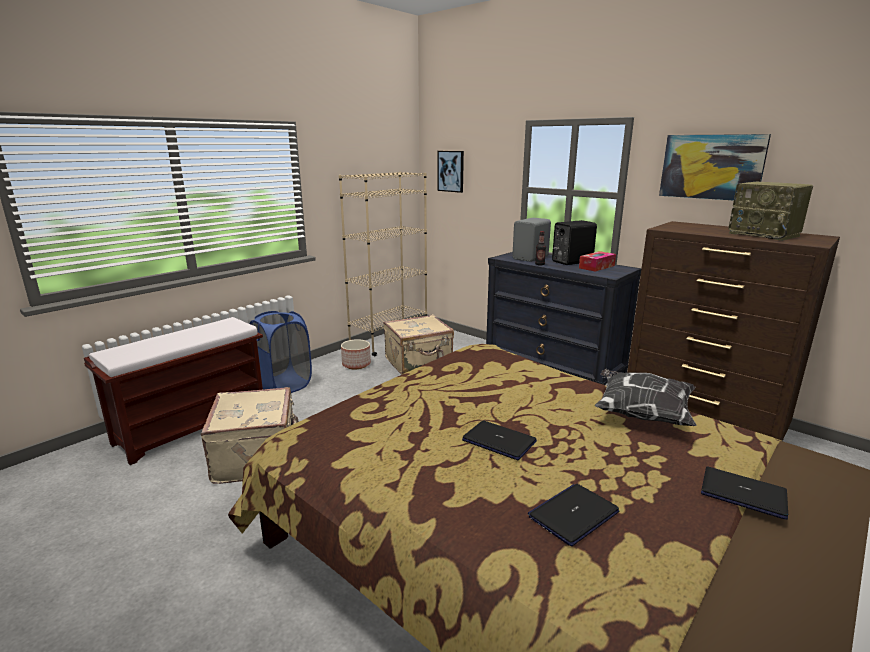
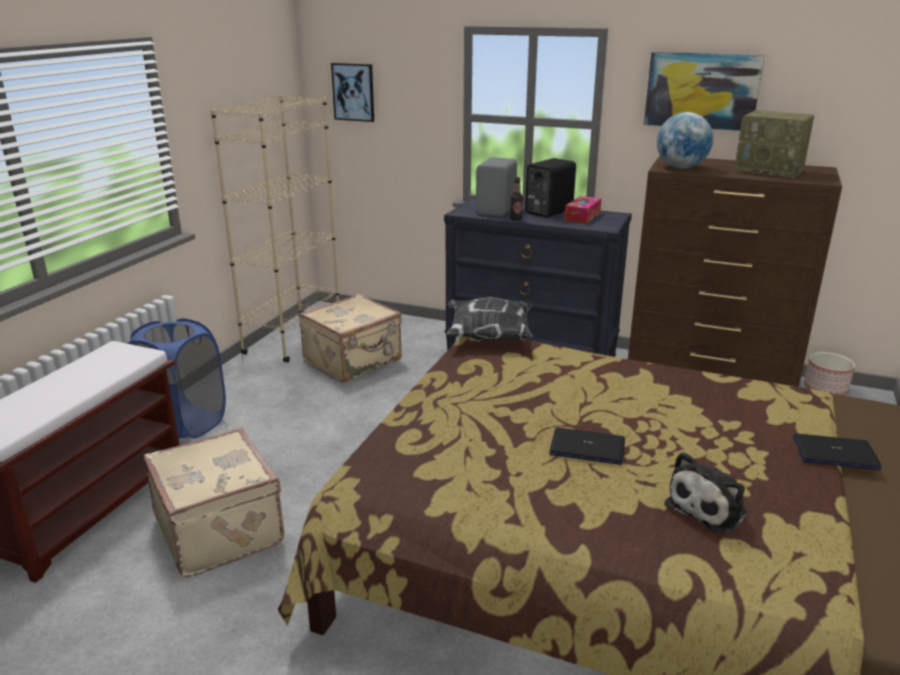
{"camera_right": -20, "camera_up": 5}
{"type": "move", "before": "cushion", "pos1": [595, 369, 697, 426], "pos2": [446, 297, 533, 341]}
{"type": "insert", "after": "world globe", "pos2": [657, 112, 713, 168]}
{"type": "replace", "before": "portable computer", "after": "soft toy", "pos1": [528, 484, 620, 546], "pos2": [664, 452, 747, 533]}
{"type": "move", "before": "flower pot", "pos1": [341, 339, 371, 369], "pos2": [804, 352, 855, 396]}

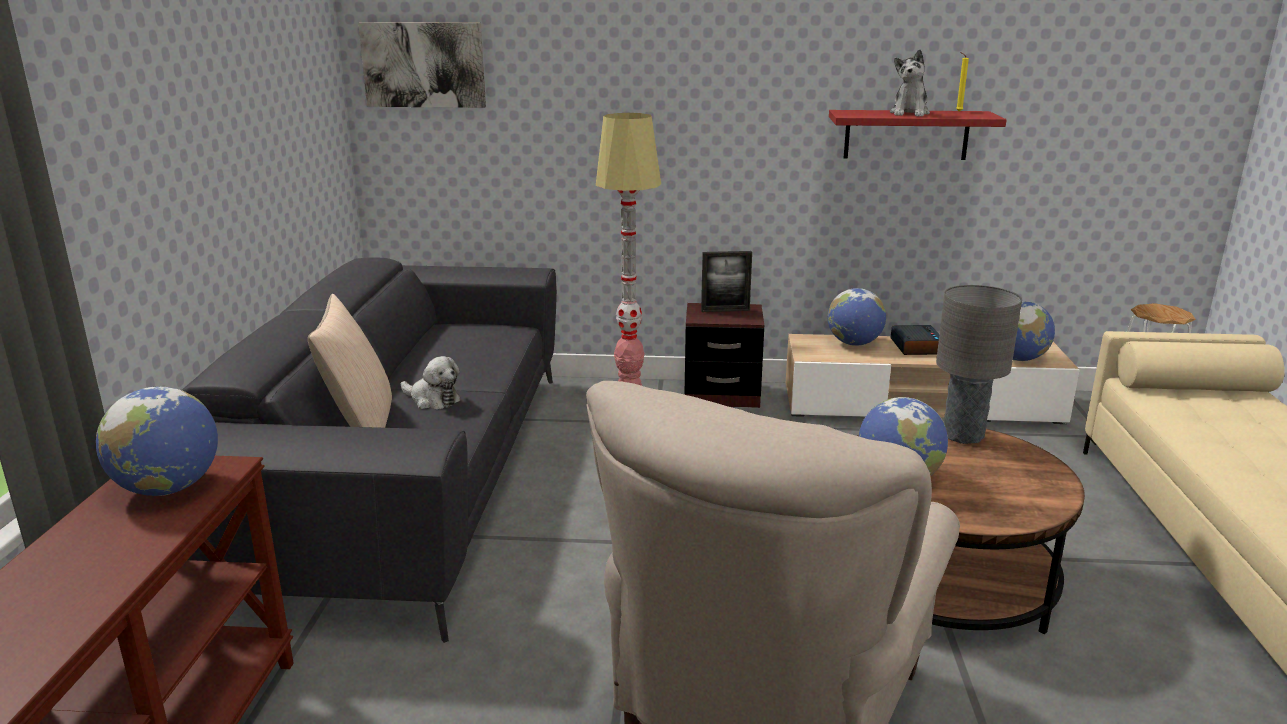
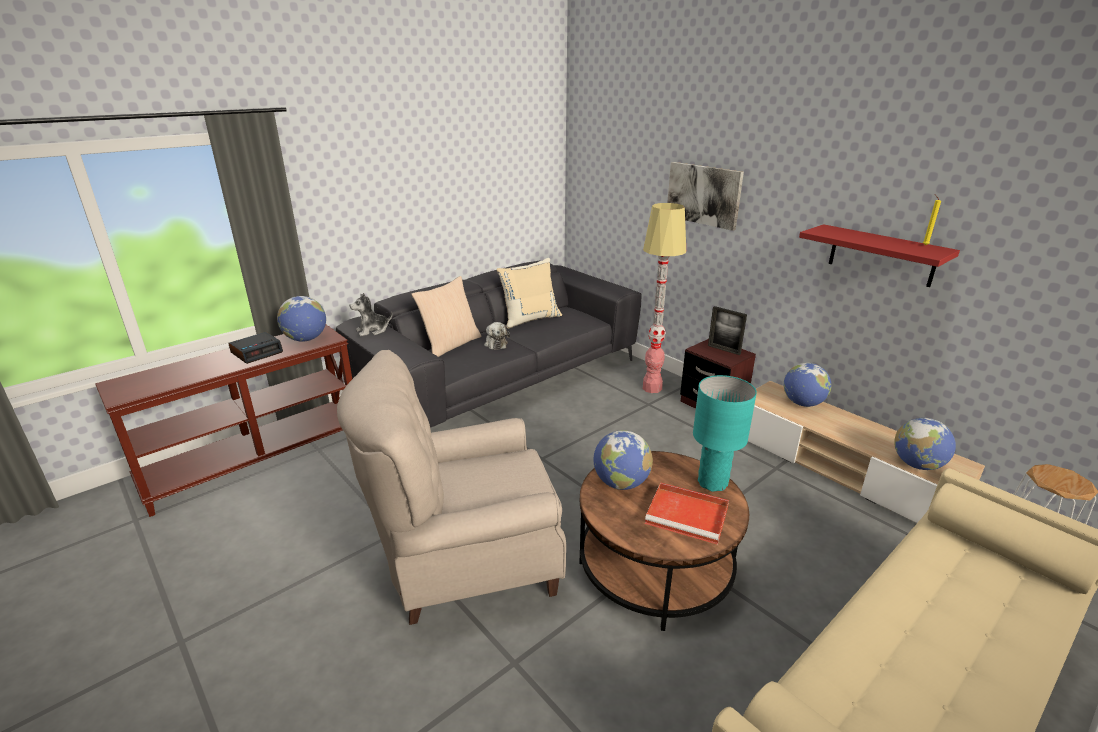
{"camera_right": 45, "camera_up": 5}
{"type": "move", "before": "alarm clock", "pos1": [891, 325, 939, 355], "pos2": [228, 332, 283, 364]}
{"type": "move", "before": "soft toy", "pos1": [890, 49, 930, 116], "pos2": [349, 293, 392, 336]}
{"type": "insert", "after": "beige cushion", "pos2": [497, 258, 562, 329]}
{"type": "insert", "after": "red-coloured tray", "pos2": [645, 482, 729, 545]}
{"type": "move", "before": "wall picture", "pos1": [358, 22, 486, 108], "pos2": [667, 162, 744, 231]}
{"type": "recolor", "before": "greyish tabletop lamp", "after": "turquoise-coloured tabletop lamp", "pos1": [936, 285, 1022, 444], "pos2": [693, 375, 757, 492]}

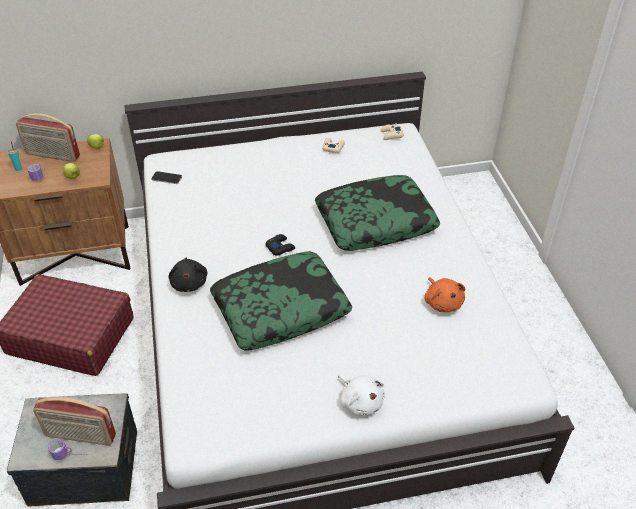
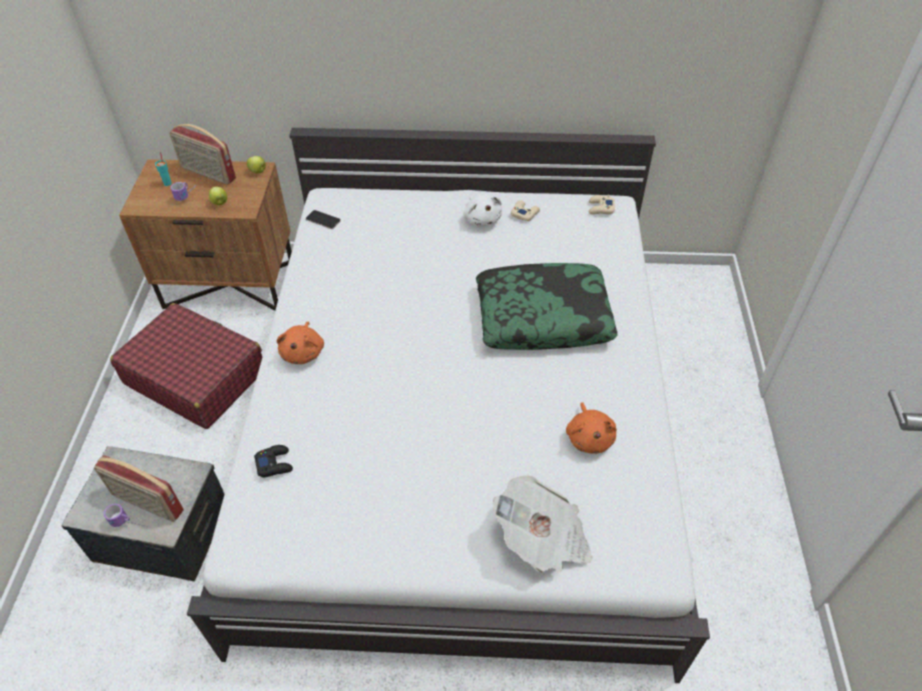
{"camera_right": 15, "camera_up": 5}
{"type": "move", "before": "black-coloured gamepad", "pos1": [265, 234, 295, 256], "pos2": [254, 445, 293, 477]}
{"type": "recolor", "before": "black-coloured soft toy", "after": "orange-coloured soft toy", "pos1": [169, 258, 208, 292], "pos2": [277, 322, 324, 364]}
{"type": "move", "before": "white soft toy", "pos1": [338, 375, 385, 416], "pos2": [463, 193, 502, 226]}
{"type": "insert", "after": "newspaper", "pos2": [493, 476, 593, 572]}
{"type": "delete", "before": "cushion", "pos1": [210, 251, 352, 351]}

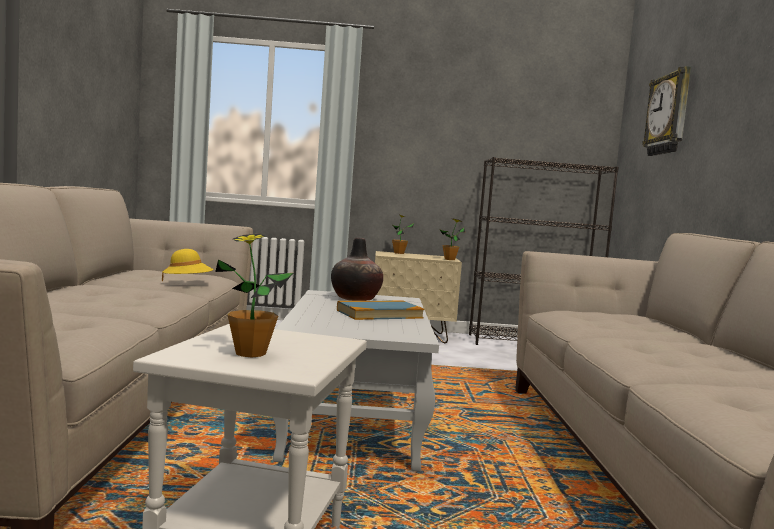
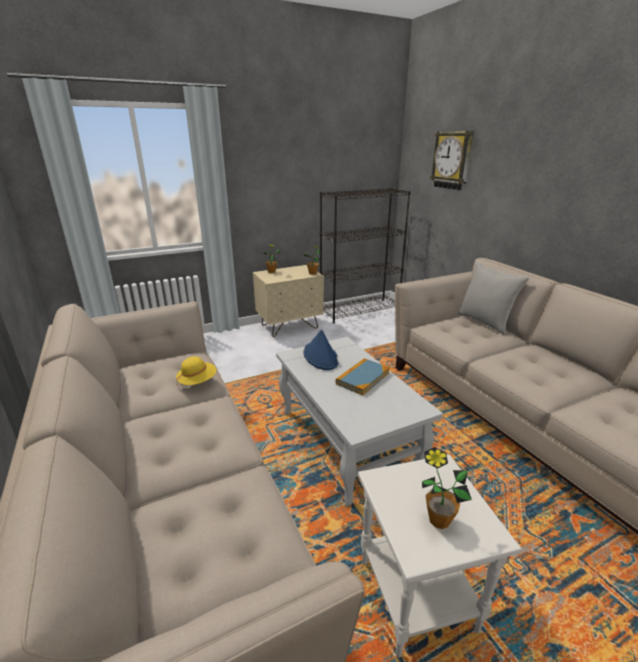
{"camera_right": -25, "camera_up": 20}
{"type": "replace", "before": "decorative vase", "after": "blue-coloured clothing hat", "pos1": [331, 238, 383, 301], "pos2": [304, 330, 339, 370]}
{"type": "insert", "after": "greyish cushion", "pos2": [458, 262, 529, 335]}

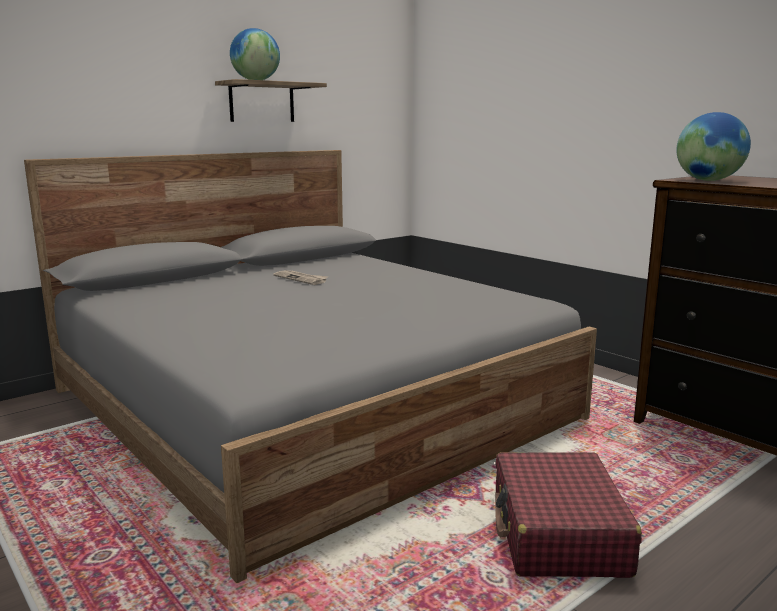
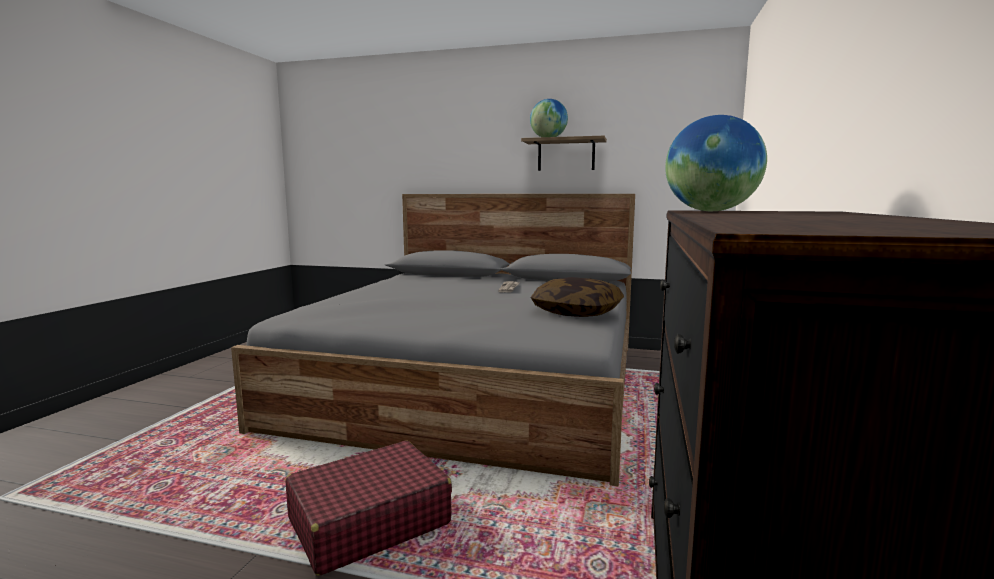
{"camera_right": 55, "camera_up": -5}
{"type": "insert", "after": "cushion", "pos2": [531, 277, 624, 317]}

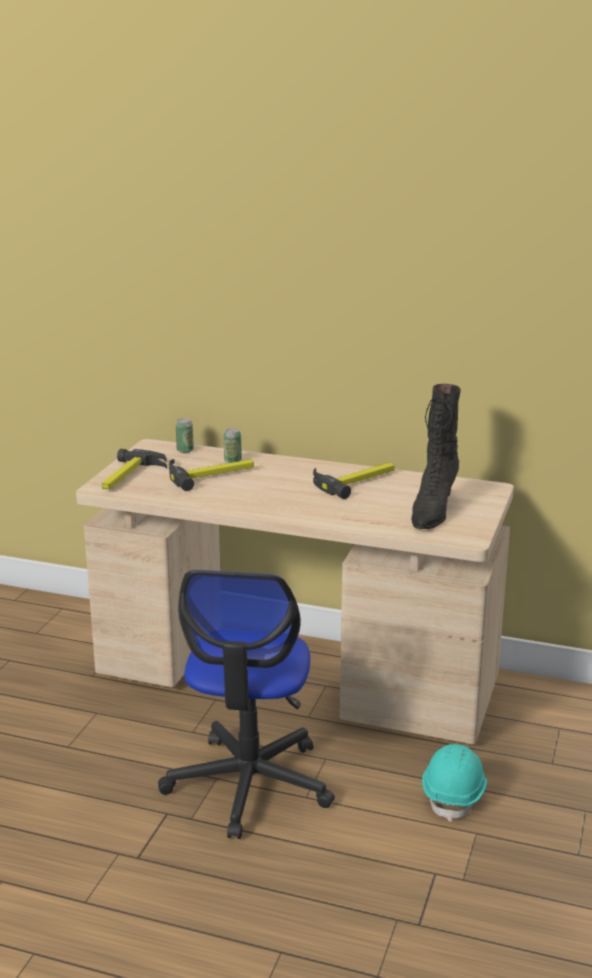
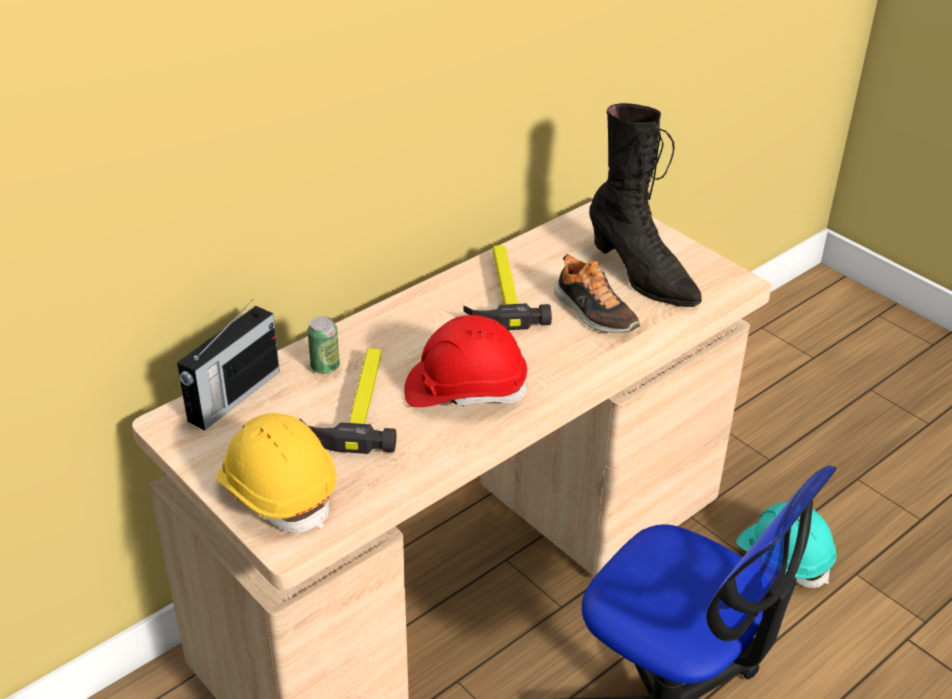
{"camera_right": -60, "camera_up": 15}
{"type": "replace", "before": "sealed can", "after": "radio receiver", "pos1": [176, 418, 194, 453], "pos2": [177, 299, 280, 430]}
{"type": "replace", "before": "hammer", "after": "yellowish work helmet", "pos1": [102, 449, 167, 490], "pos2": [216, 413, 337, 532]}
{"type": "insert", "after": "red-coloured work helmet", "pos2": [404, 315, 528, 407]}
{"type": "insert", "after": "shoe", "pos2": [554, 254, 640, 333]}

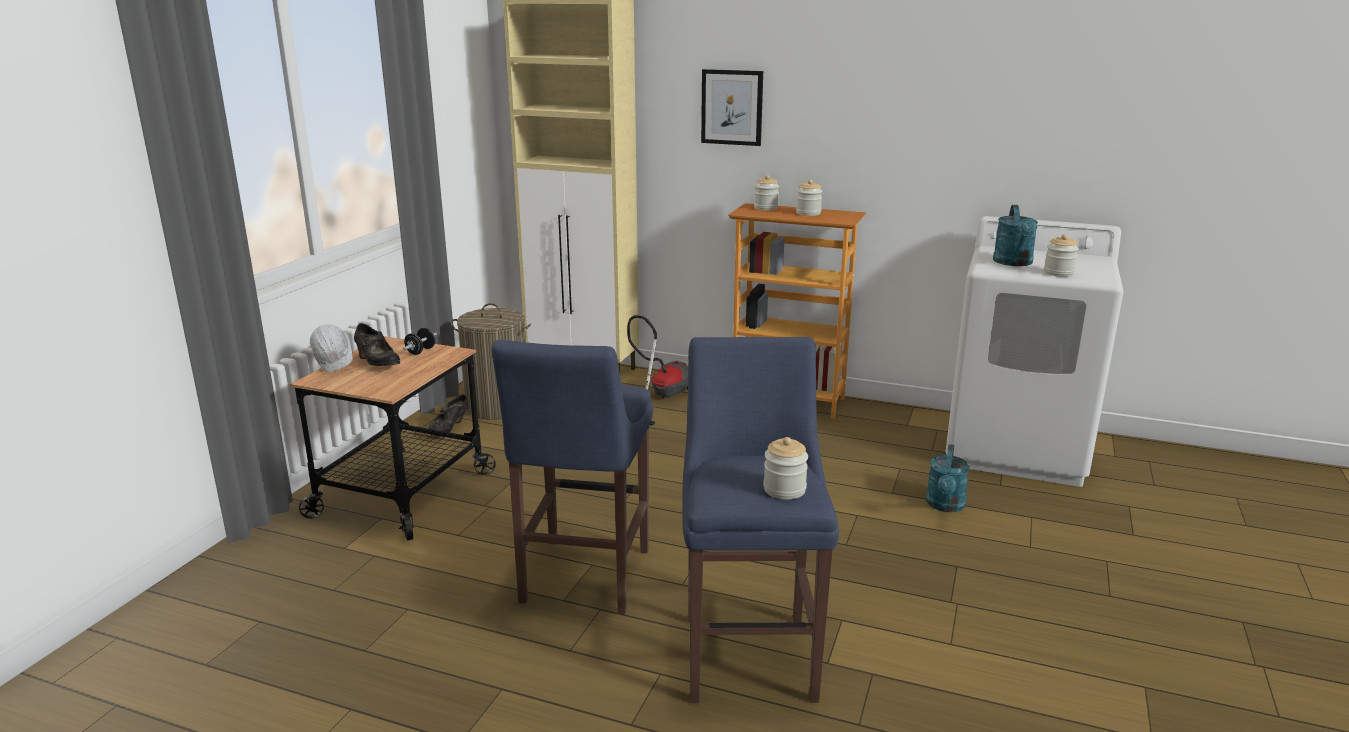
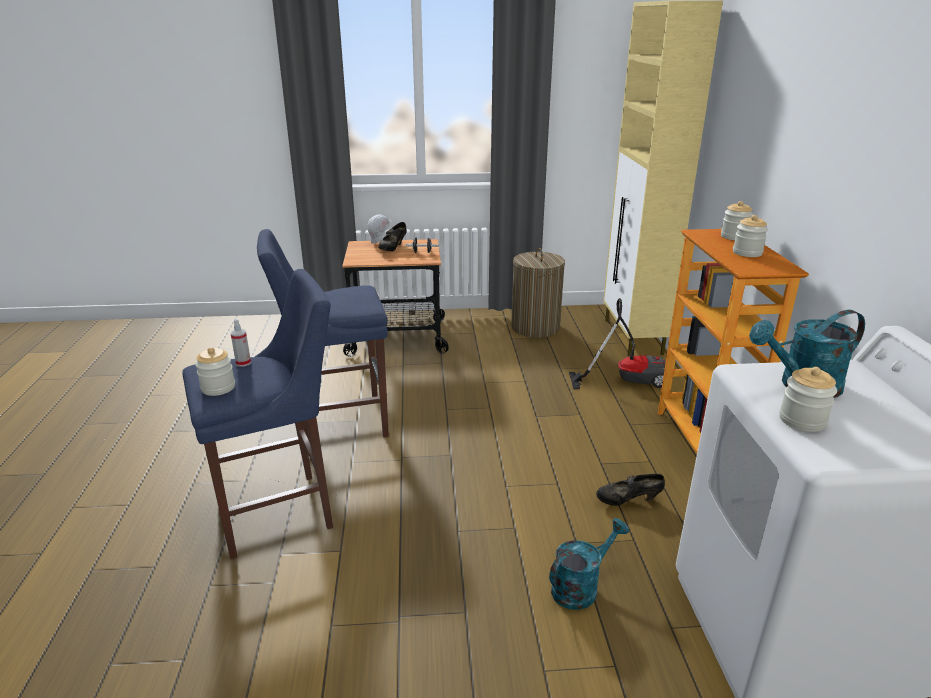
{"camera_right": 65, "camera_up": 5}
{"type": "insert", "after": "sprayer", "pos2": [230, 319, 251, 367]}
{"type": "rotate", "before": "turquoise-coloured sprinkling can", "pos1": [926, 444, 970, 512], "pos2": [549, 518, 629, 610], "turn": 150}
{"type": "move", "before": "black-coloured shoe", "pos1": [428, 394, 468, 437], "pos2": [596, 474, 665, 506]}
{"type": "delete", "before": "wall picture", "pos1": [701, 69, 763, 146]}

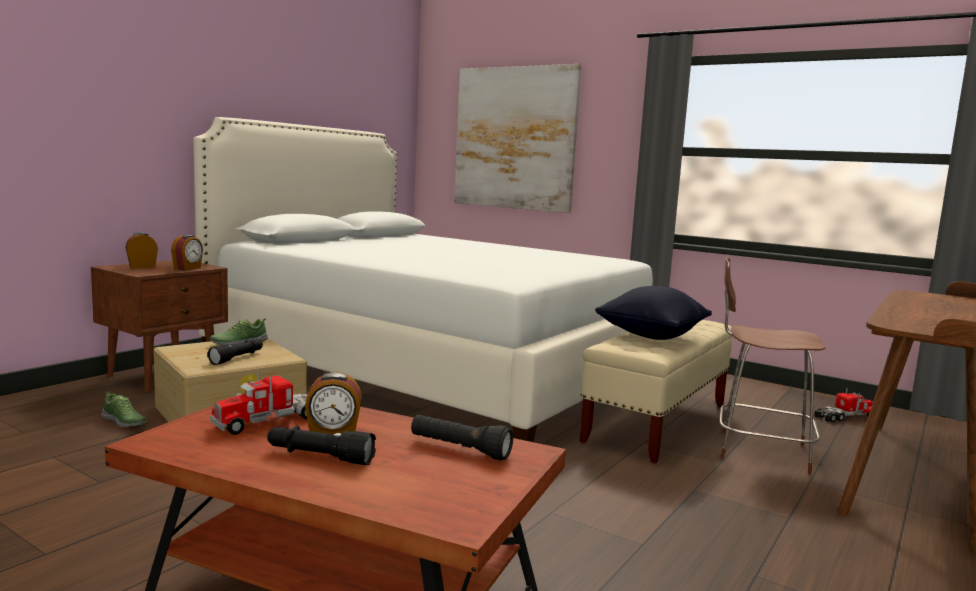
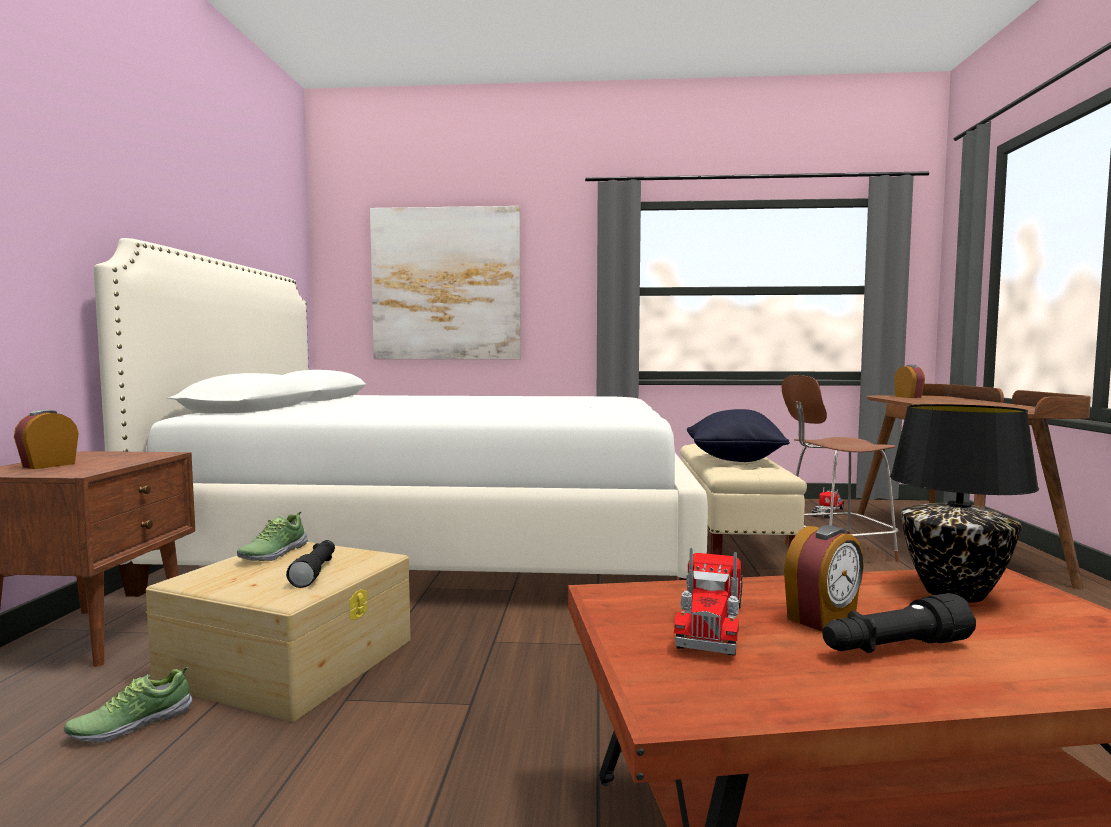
{"camera_right": -30, "camera_up": -5}
{"type": "rotate", "before": "shoe", "pos1": [101, 392, 147, 427], "pos2": [64, 667, 192, 743], "turn": 135}
{"type": "replace", "before": "black-coloured flashlight", "after": "black-coloured tabletop lamp", "pos1": [411, 415, 513, 461], "pos2": [890, 404, 1039, 603]}
{"type": "move", "before": "alarm clock", "pos1": [171, 235, 203, 271], "pos2": [894, 365, 925, 398]}

